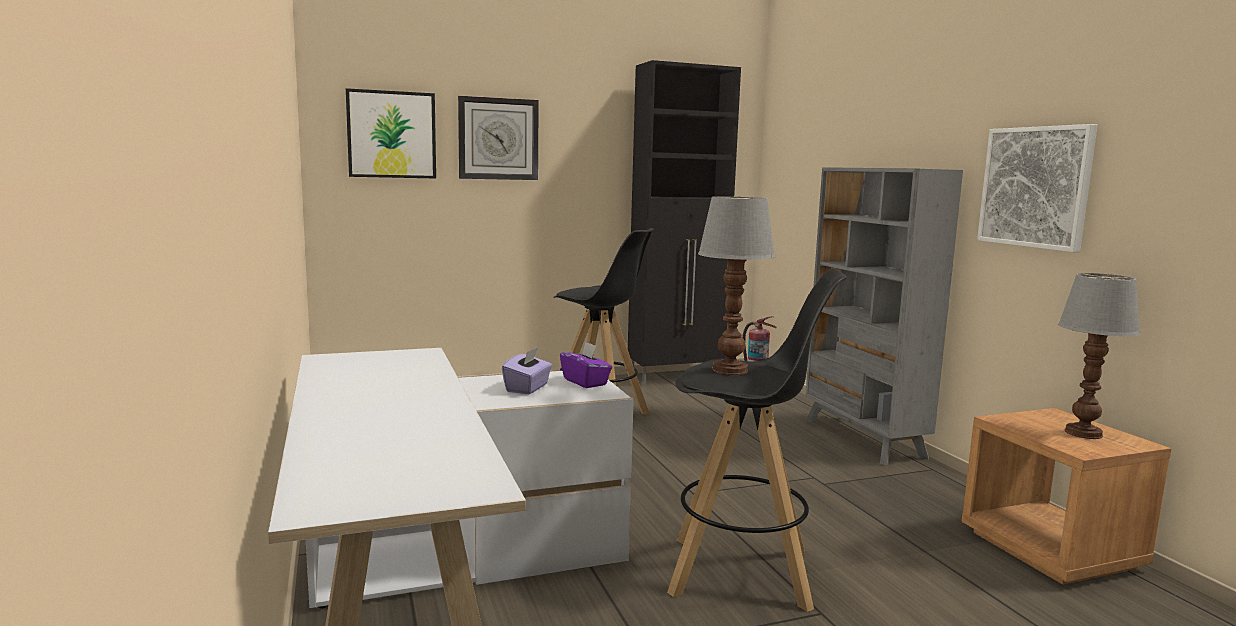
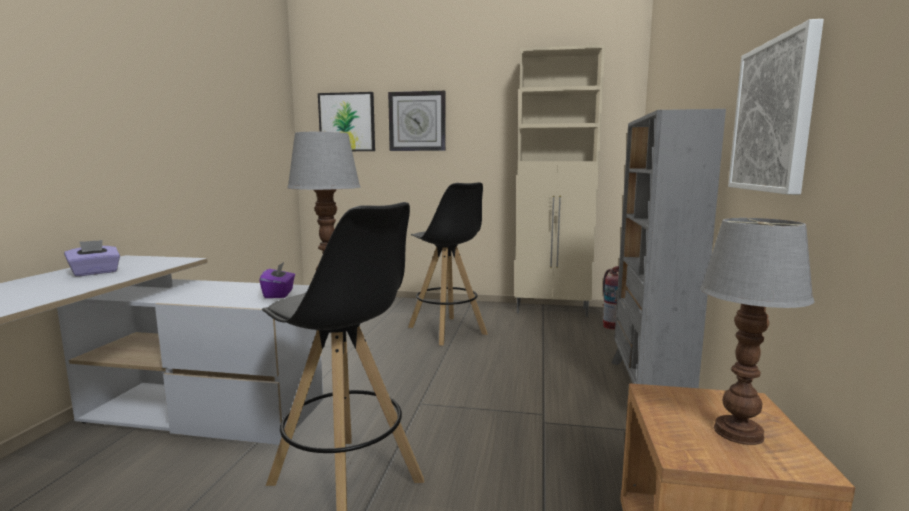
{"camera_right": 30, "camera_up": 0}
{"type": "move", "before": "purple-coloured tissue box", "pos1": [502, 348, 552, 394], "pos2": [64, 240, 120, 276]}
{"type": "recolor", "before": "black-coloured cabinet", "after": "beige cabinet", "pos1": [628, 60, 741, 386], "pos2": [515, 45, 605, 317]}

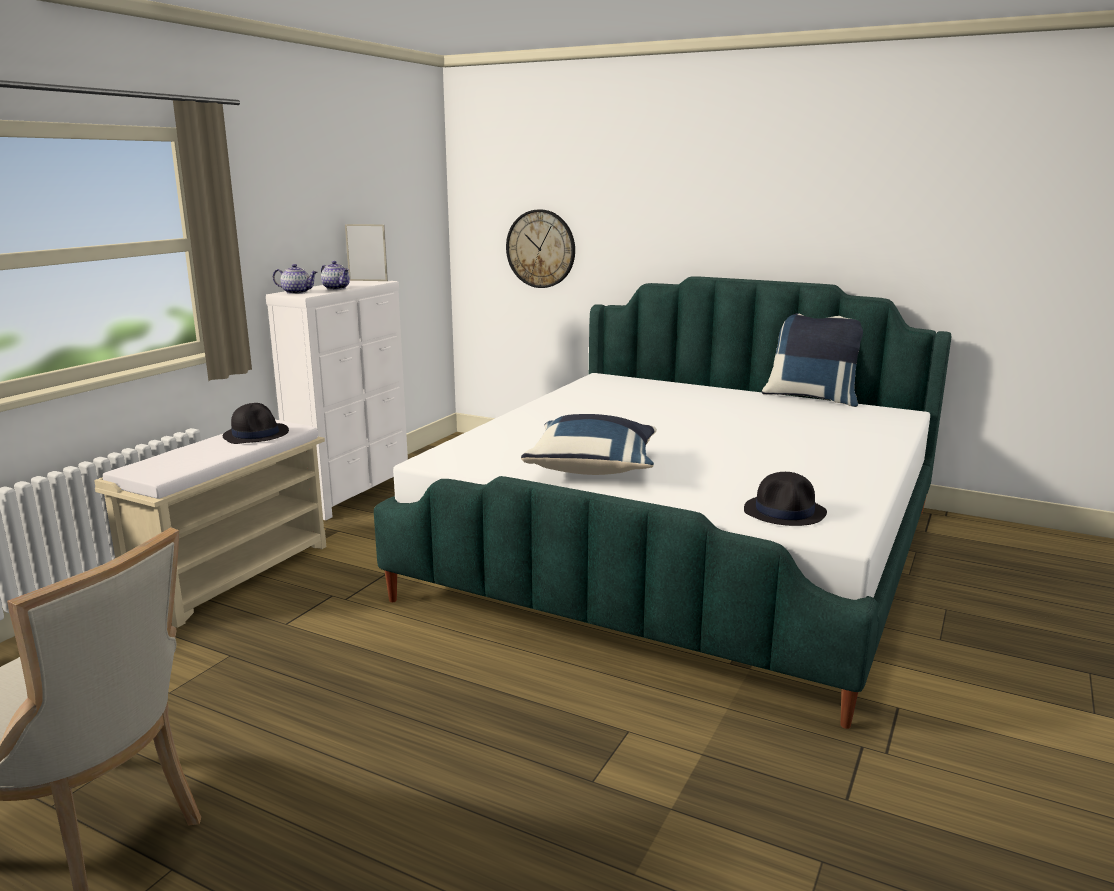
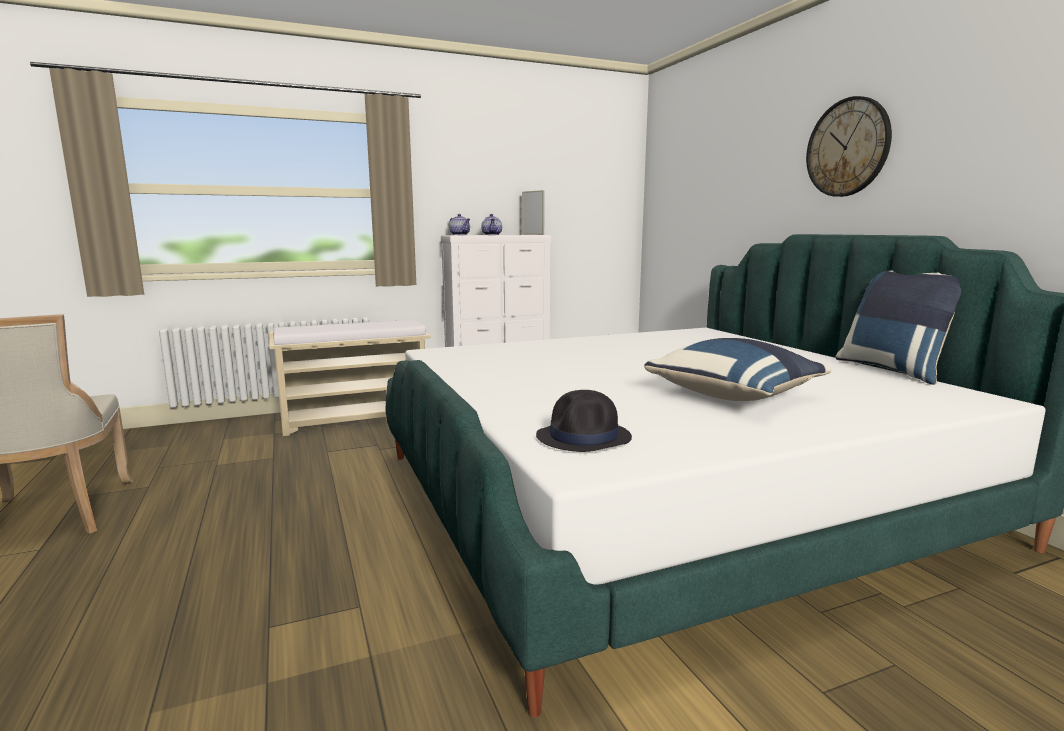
{"camera_right": 40, "camera_up": -5}
{"type": "move", "before": "blue-coloured cushion", "pos1": [521, 414, 657, 475], "pos2": [644, 338, 832, 401]}
{"type": "move", "before": "wall clock", "pos1": [506, 209, 575, 288], "pos2": [806, 96, 892, 197]}
{"type": "delete", "before": "black-coloured clothing hat", "pos1": [223, 403, 289, 444]}

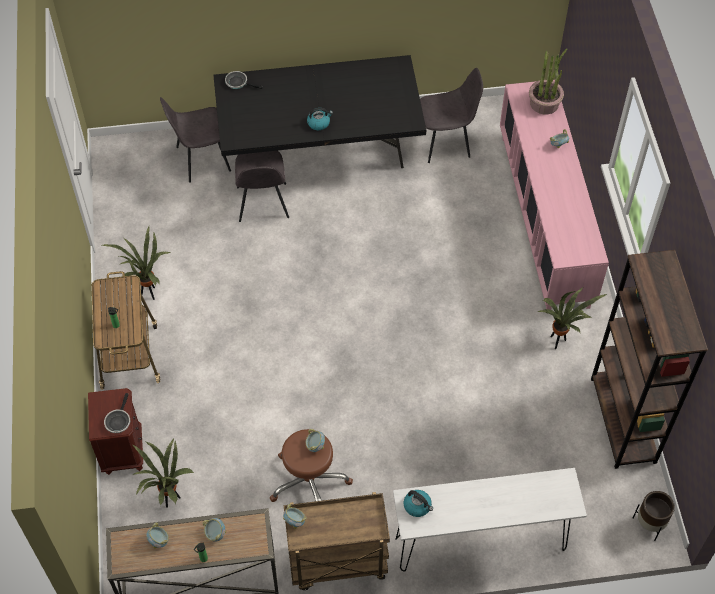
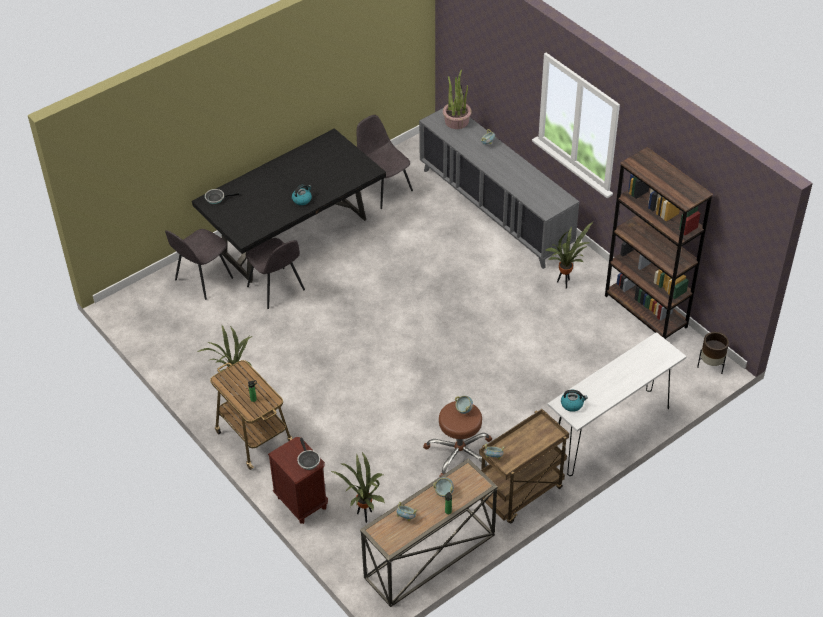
{"camera_right": -30, "camera_up": -10}
{"type": "rotate", "before": "greyish chair", "pos1": [420, 68, 483, 163], "pos2": [357, 115, 413, 209], "turn": -90}
{"type": "recolor", "before": "pinkish cabinet", "after": "greyish cabinet", "pos1": [500, 79, 609, 310], "pos2": [419, 108, 579, 269]}

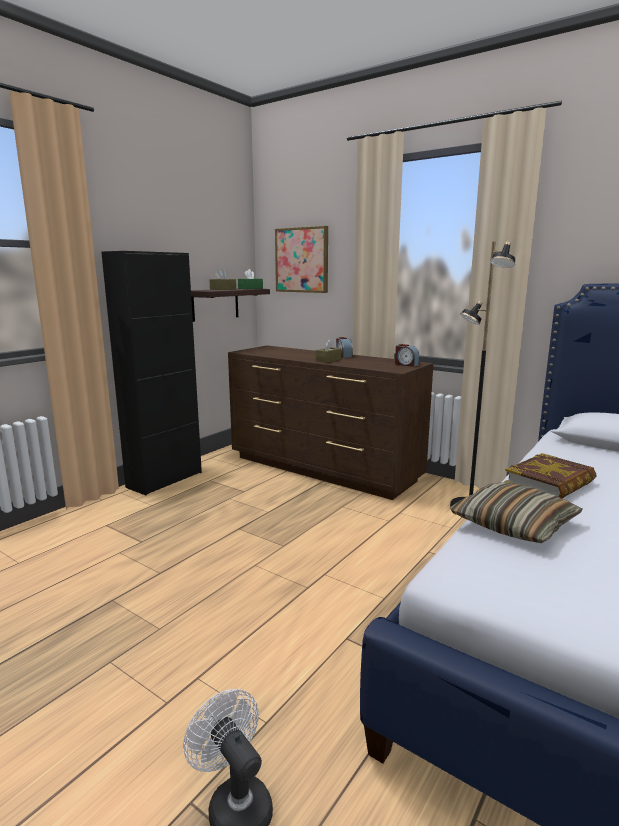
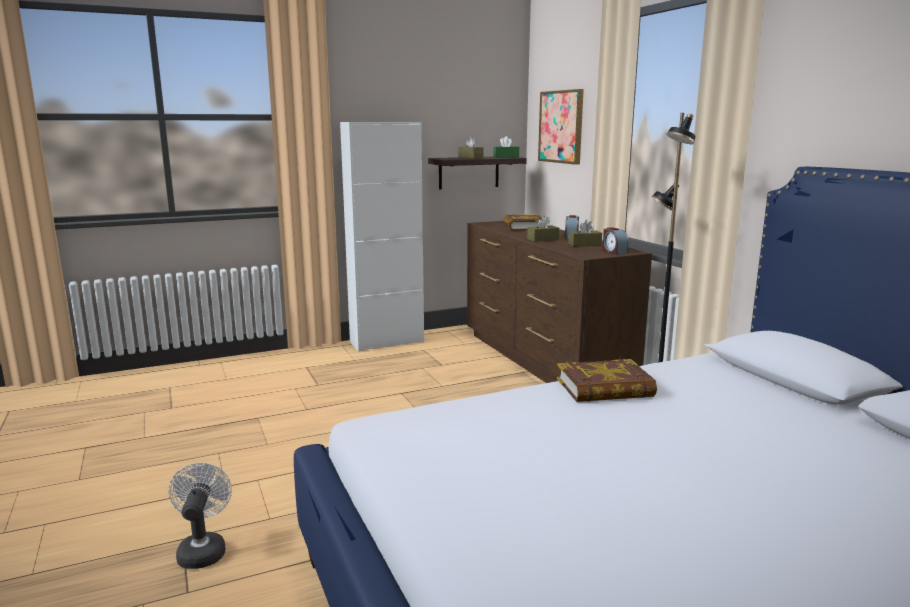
{"camera_right": 30, "camera_up": 0}
{"type": "recolor", "before": "black-coloured cabinet", "after": "white cabinet", "pos1": [101, 251, 202, 495], "pos2": [340, 122, 424, 352]}
{"type": "insert", "after": "book", "pos2": [504, 214, 542, 230]}
{"type": "insert", "after": "brown tissue box", "pos2": [569, 220, 602, 246]}
{"type": "delete", "before": "cushion", "pos1": [450, 482, 582, 543]}

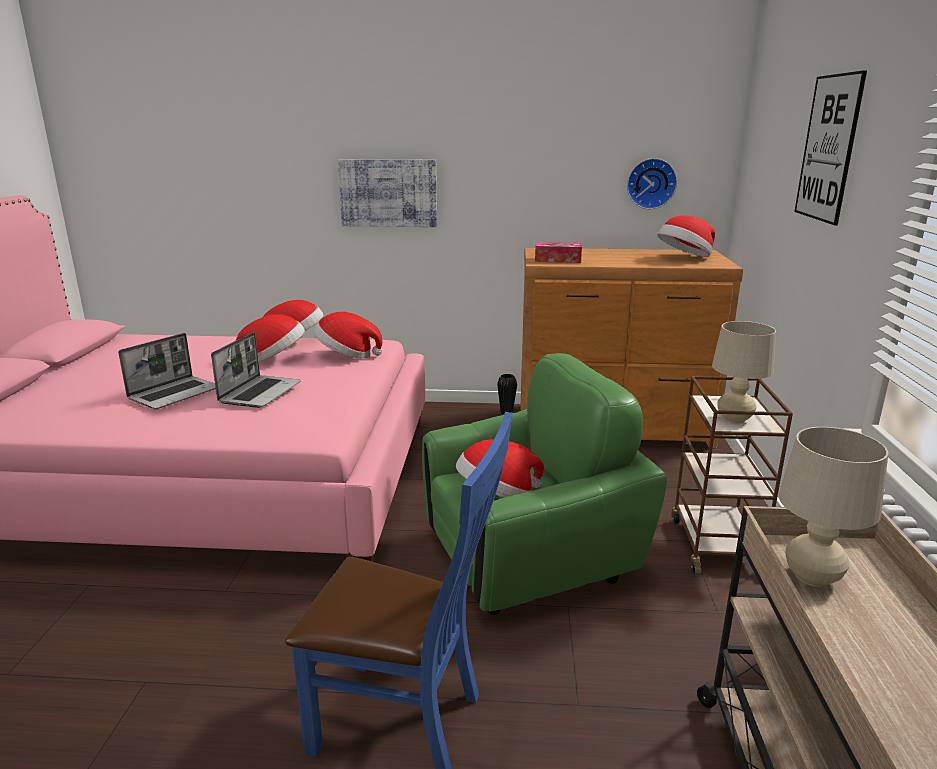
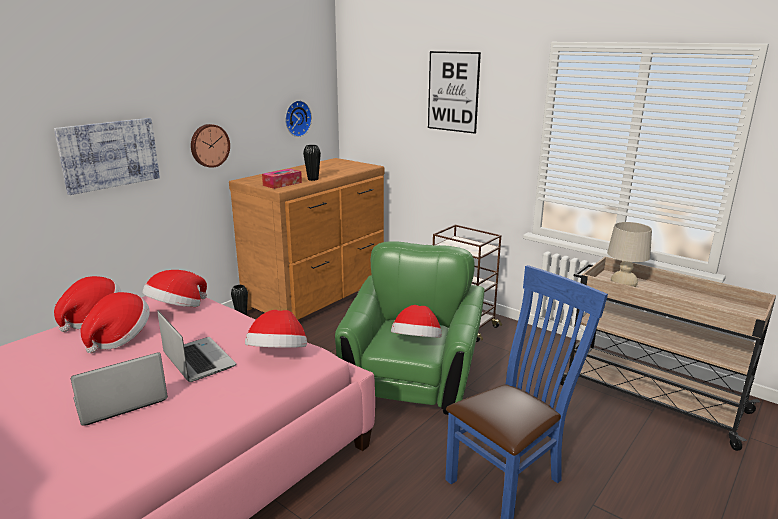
{"camera_right": -55, "camera_up": 0}
{"type": "rotate", "before": "portable computer", "pos1": [118, 333, 216, 409], "pos2": [71, 353, 168, 425], "turn": -105}
{"type": "insert", "after": "wall clock", "pos2": [191, 124, 230, 168]}
{"type": "move", "before": "clothing hat", "pos1": [658, 216, 715, 257], "pos2": [245, 310, 307, 348]}
{"type": "insert", "after": "black-coloured decorative vase", "pos2": [303, 145, 321, 181]}
{"type": "delete", "before": "beige tabletop lamp", "pos1": [712, 321, 776, 423]}

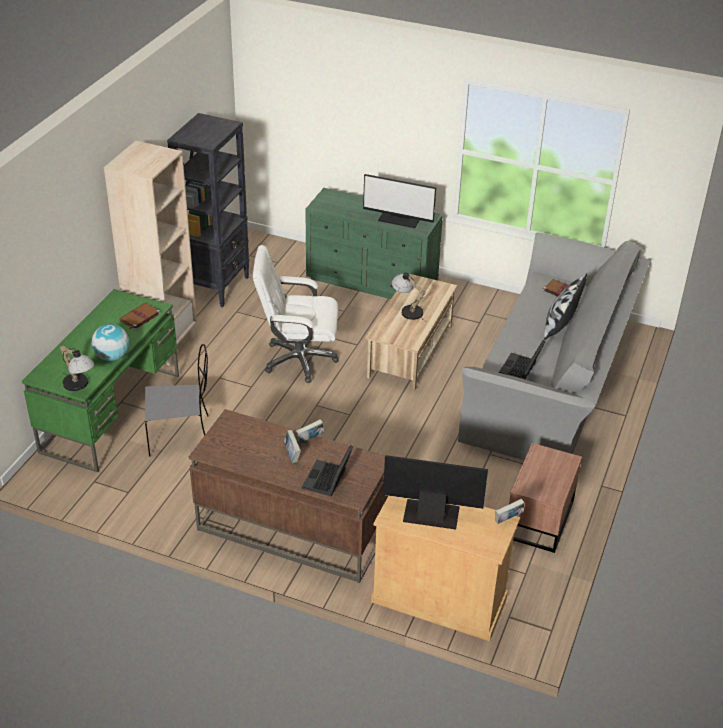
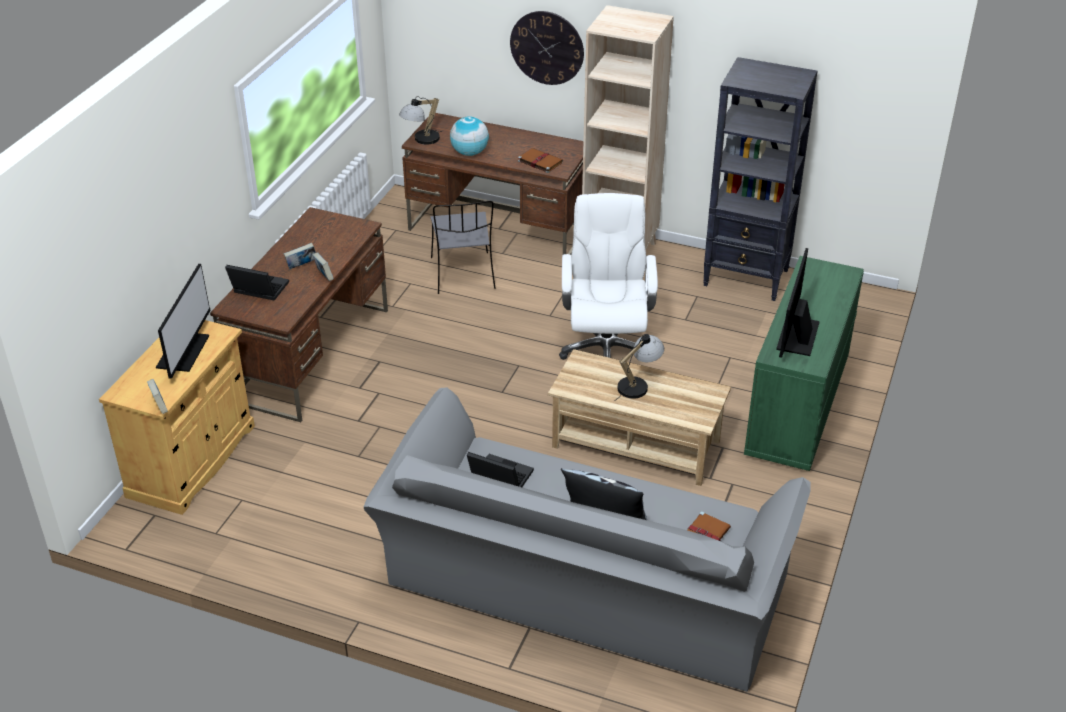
{"camera_right": 90, "camera_up": 0}
{"type": "recolor", "before": "green-coloured desk", "after": "brown desk", "pos1": [22, 289, 179, 472], "pos2": [402, 113, 583, 254]}
{"type": "insert", "after": "wall clock", "pos2": [510, 11, 584, 85]}
{"type": "delete", "before": "brown nightstand", "pos1": [509, 443, 582, 553]}

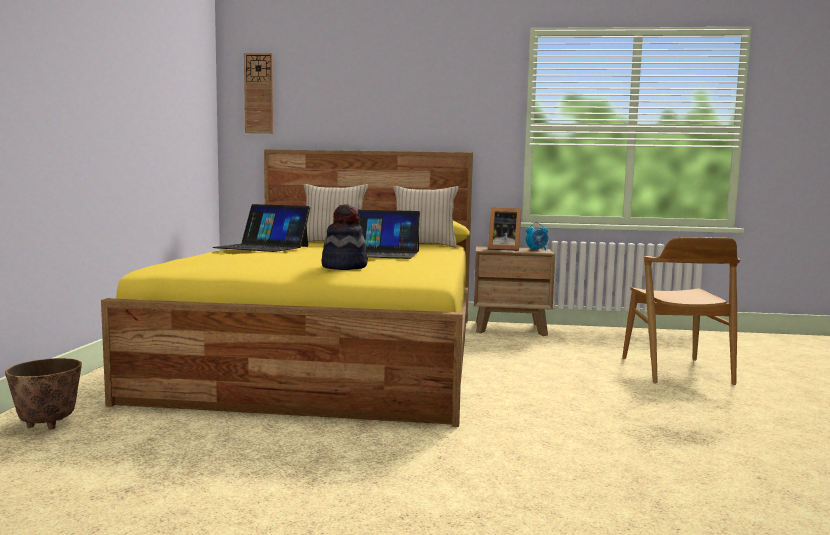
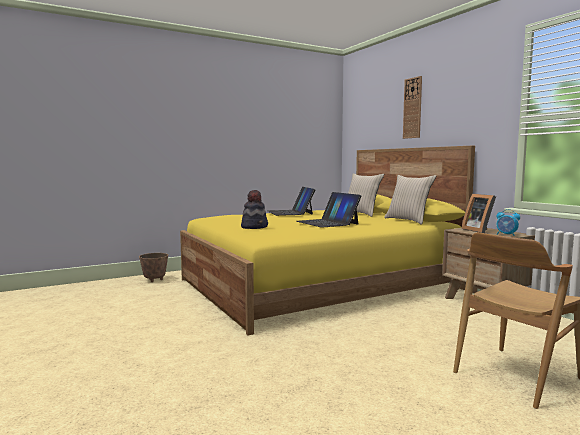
{"camera_right": 55, "camera_up": 0}
{"type": "move", "before": "wall clock", "pos1": [244, 53, 274, 133], "pos2": [403, 76, 422, 139]}

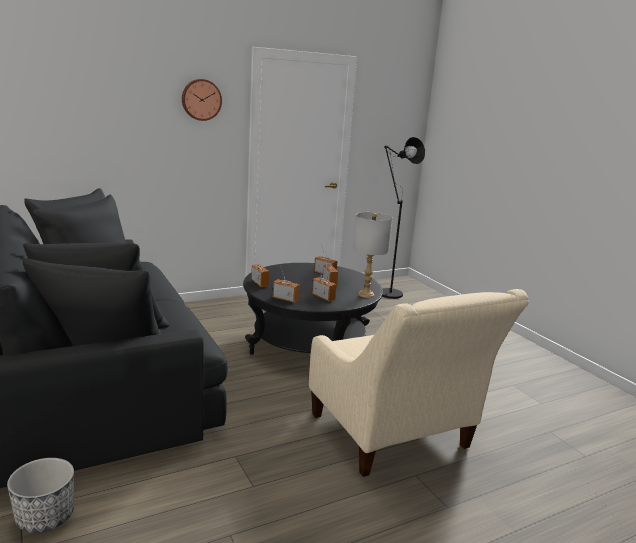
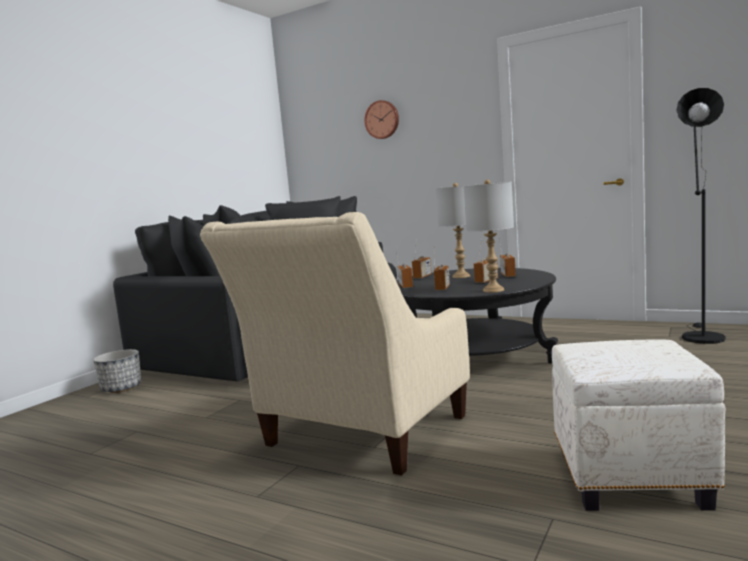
{"camera_right": 60, "camera_up": -10}
{"type": "move", "before": "wall clock", "pos1": [182, 79, 222, 121], "pos2": [364, 100, 399, 139]}
{"type": "insert", "after": "greyish tabletop lamp", "pos2": [436, 183, 470, 278]}
{"type": "insert", "after": "white pouffe", "pos2": [552, 339, 726, 511]}

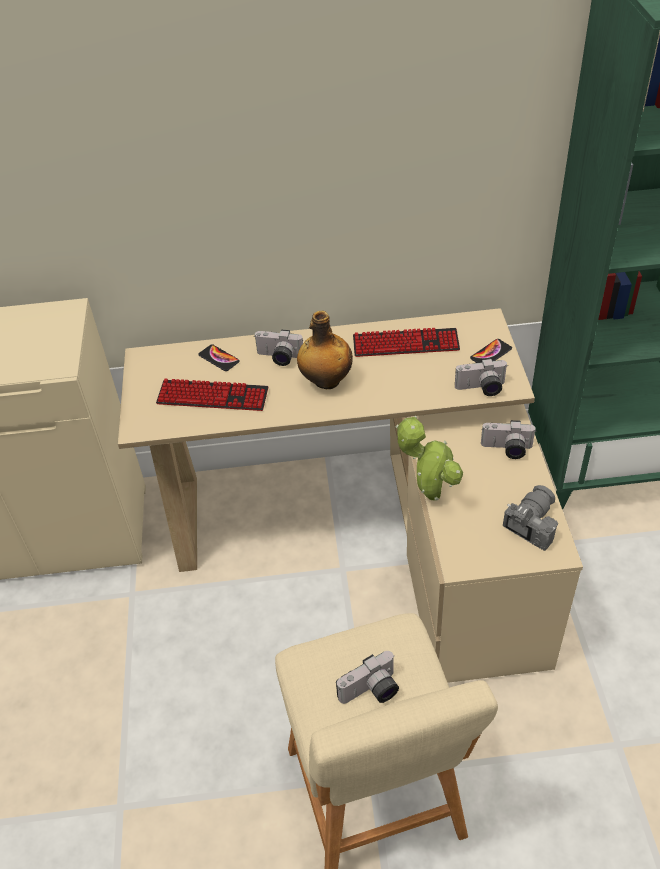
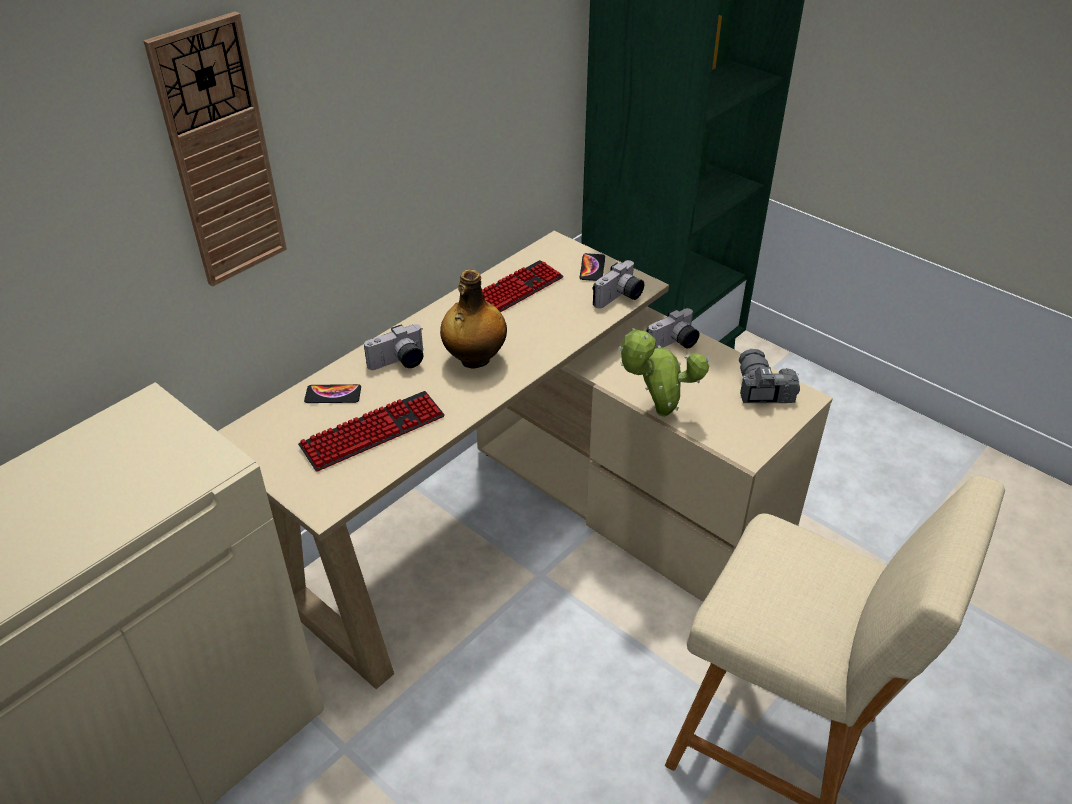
{"camera_right": -45, "camera_up": -5}
{"type": "insert", "after": "wall clock", "pos2": [143, 12, 287, 287]}
{"type": "delete", "before": "photo camera", "pos1": [336, 651, 399, 704]}

